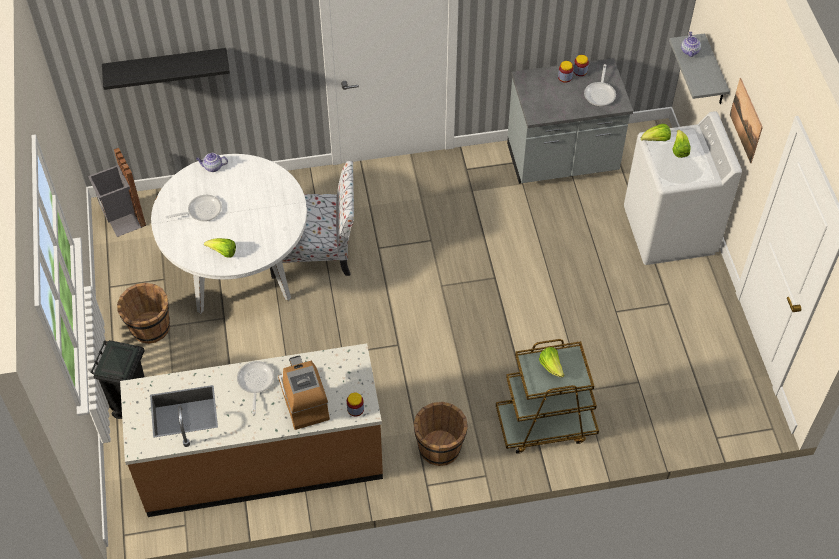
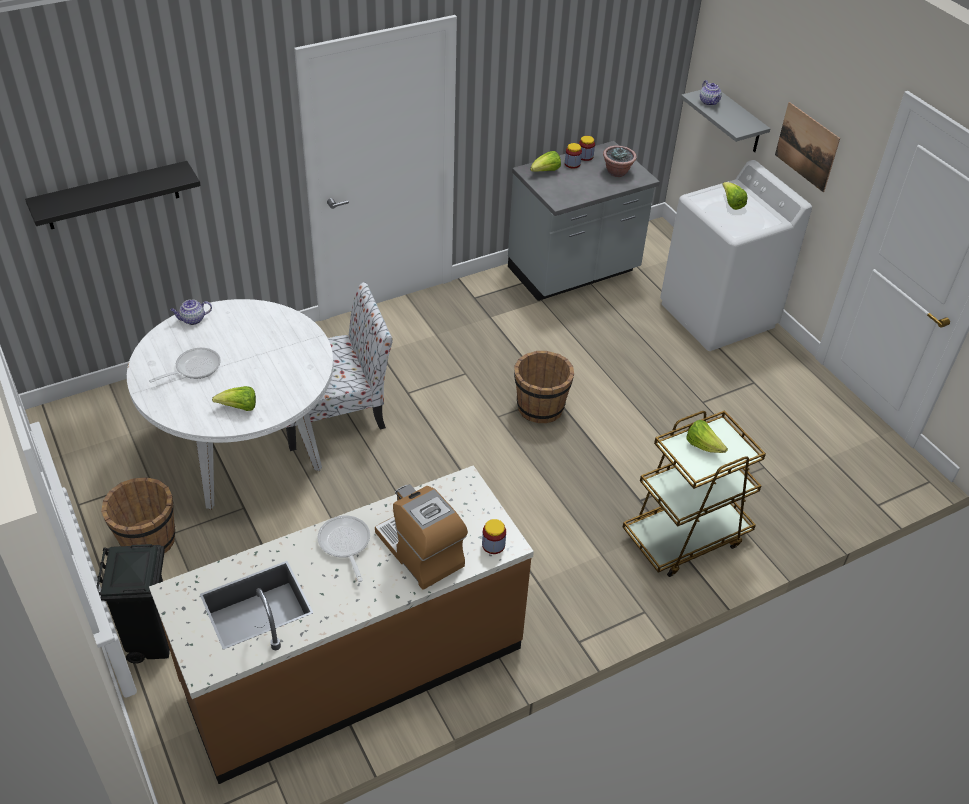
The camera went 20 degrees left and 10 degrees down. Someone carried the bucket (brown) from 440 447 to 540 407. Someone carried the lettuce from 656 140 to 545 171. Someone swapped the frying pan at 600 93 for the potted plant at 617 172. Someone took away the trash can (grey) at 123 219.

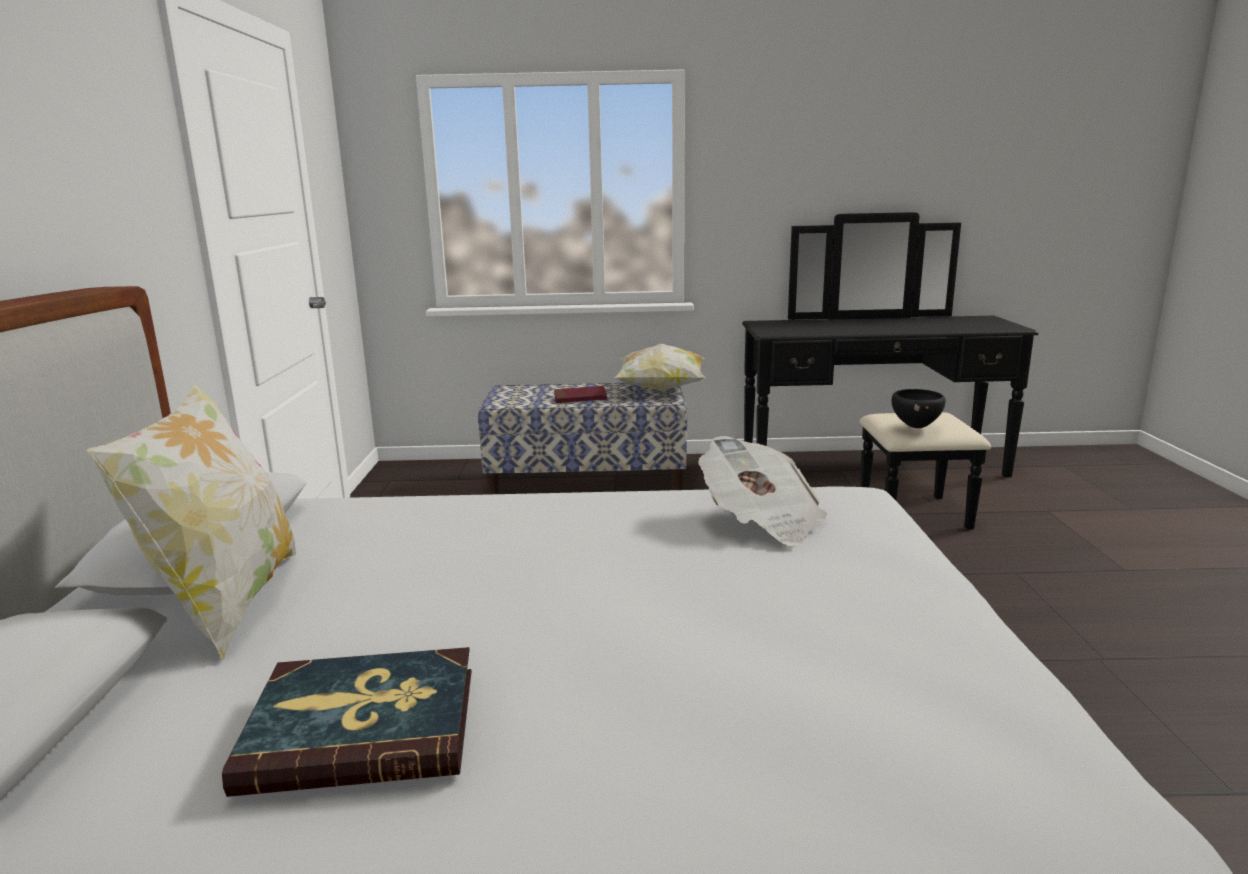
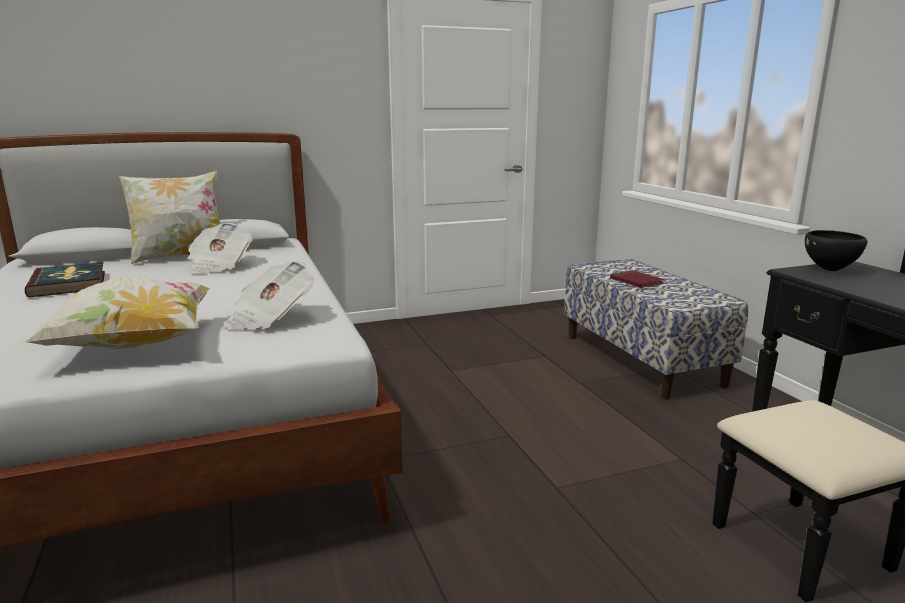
The camera went 70 degrees right and 0 degrees up. Someone carried the pillow from 661 389 to 135 345. Someone put down the newspaper at 219 266. Someone carried the bowl (black) from 916 427 to 830 270.

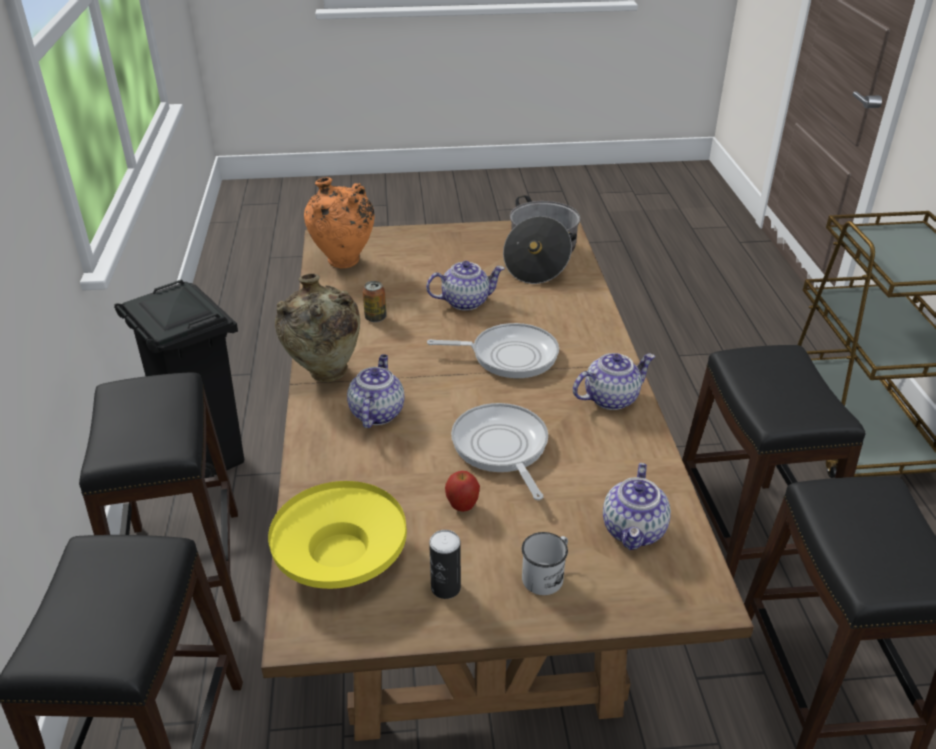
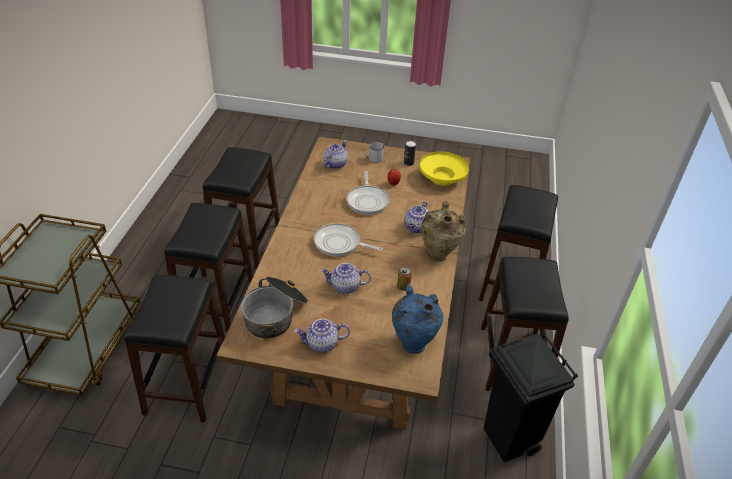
The camera went 165 degrees left and 5 degrees up. Someone put down the stool (black) at 186 382. Someone carried the teapot from 611 398 to 322 344. Someone repainted the vase (orange) at 344 264, which became the vase (blue) at 413 343.

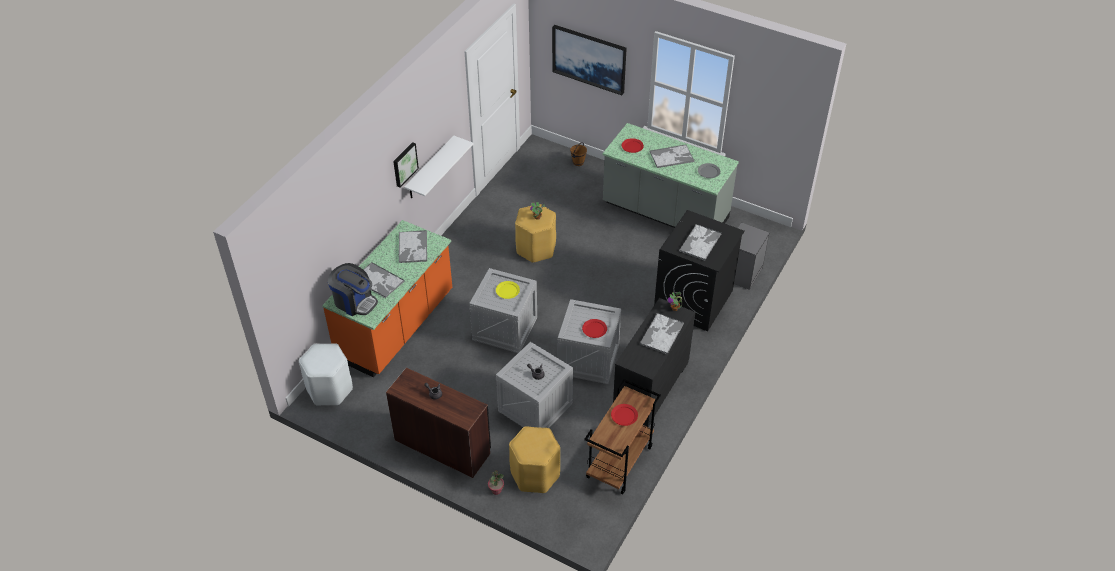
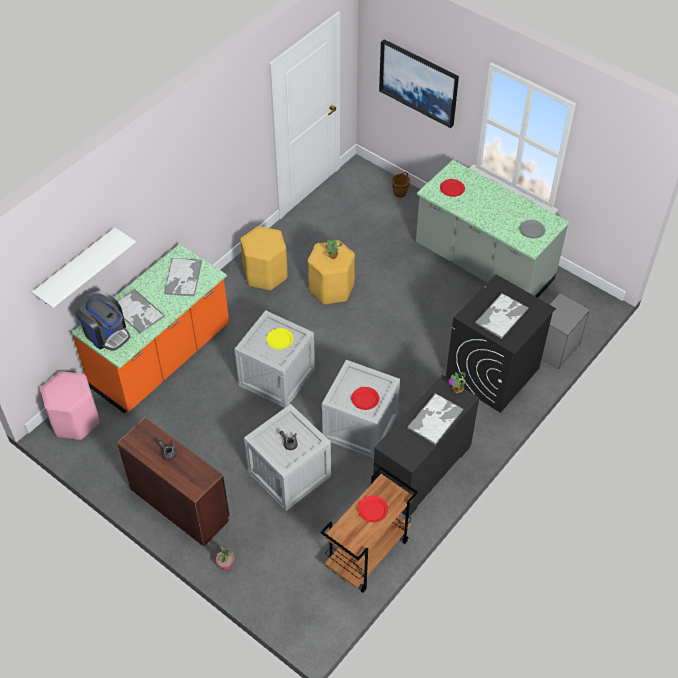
The camera went 10 degrees right and 5 degrees up. Someone carried the shelf (white) from 430 168 to 76 267. Someone repainted the stool (white) at 329 389, which became the stool (pink) at 75 420. Someone carried the stool (yellow) from 535 474 to 265 274. Someone took away the picture at 404 164. Someone took away the tray at 672 157.

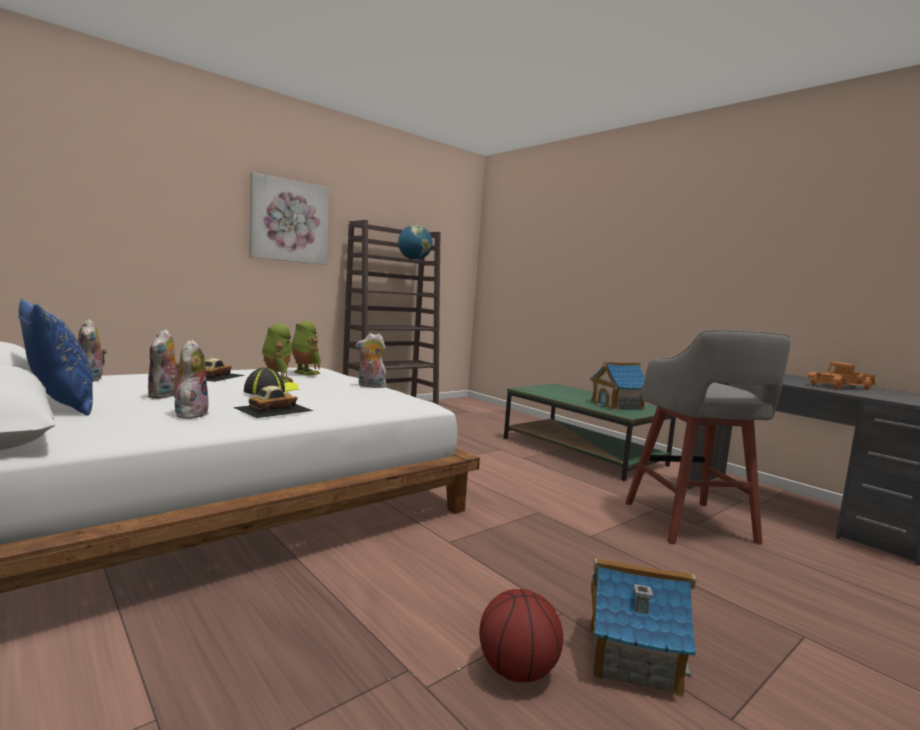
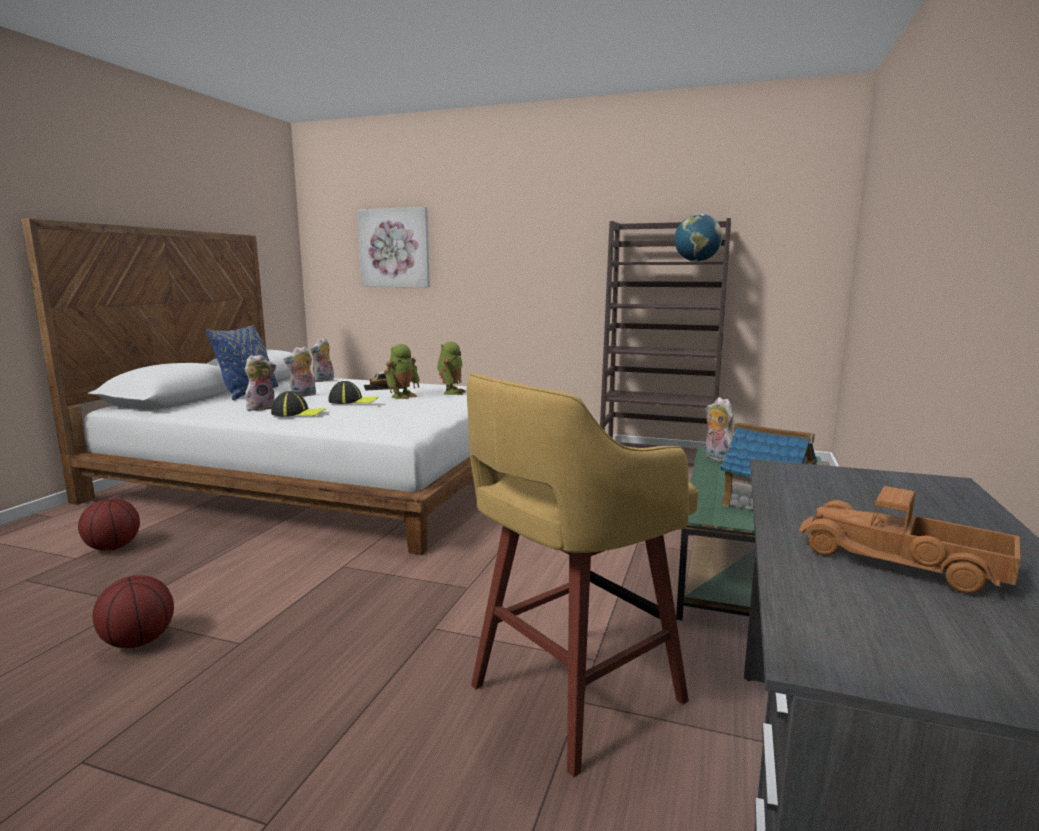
The camera went 60 degrees right and 5 degrees up. Someone put down the basketball at 113 547. Someone swapped the toy car at 273 409 for the cap at 298 413. Someone carried the picture from 289 221 to 394 248. Someone repainted the stool (grey) at 690 524, which became the stool (yellow) at 571 696. Someone carried the plush toy from 370 386 to 716 458. Someone took away the toy house at 632 657.

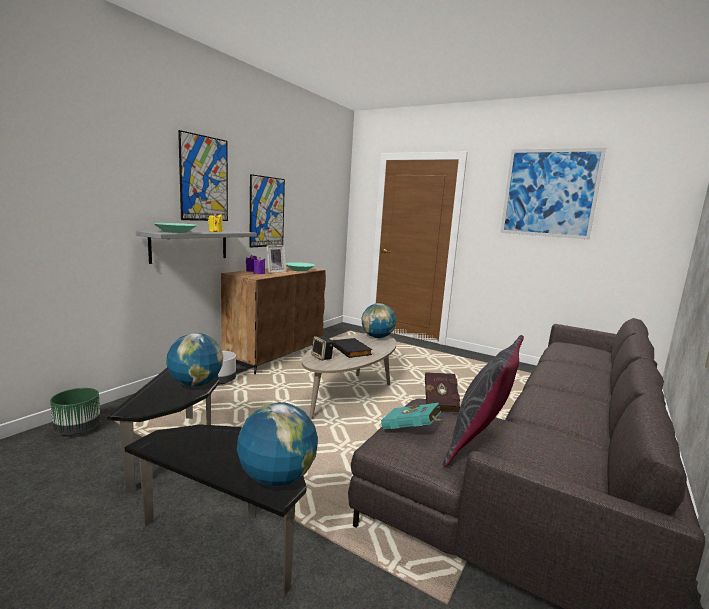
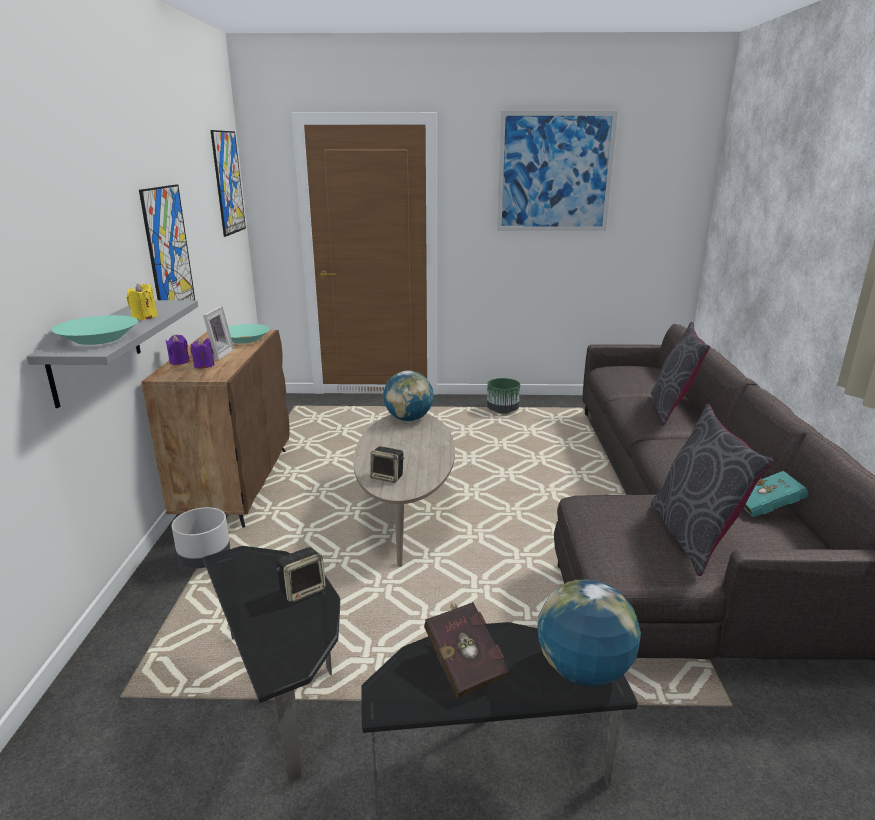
The camera went 30 degrees left and 10 degrees up. Someone carried the picture from 204 179 to 228 183. Someone swapped the globe at 195 384 for the speaker at 303 590. Someone carried the book (red) from 440 402 to 464 663. Someone carried the planter (green) from 78 429 to 502 411. Someone put down the pillow (grey) at 671 410. Someone carried the book (turquoise) from 412 430 to 768 508. Someone took away the book (black) at 352 350.

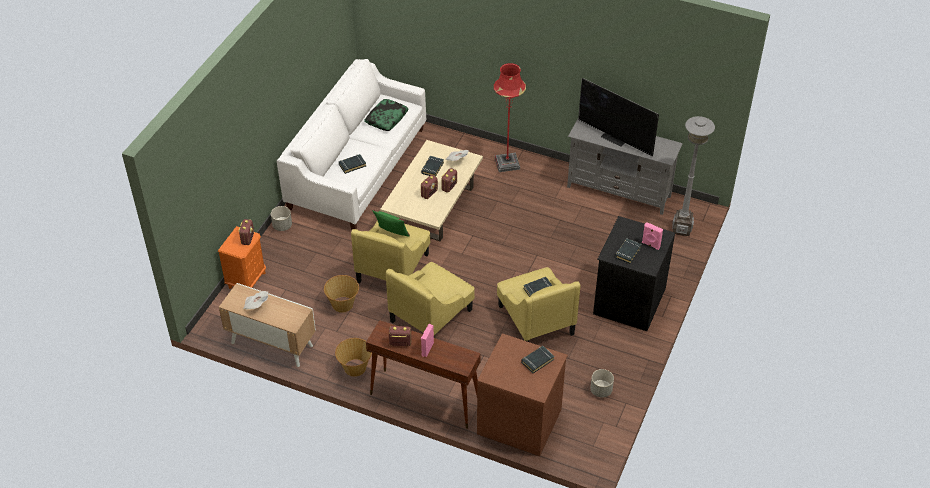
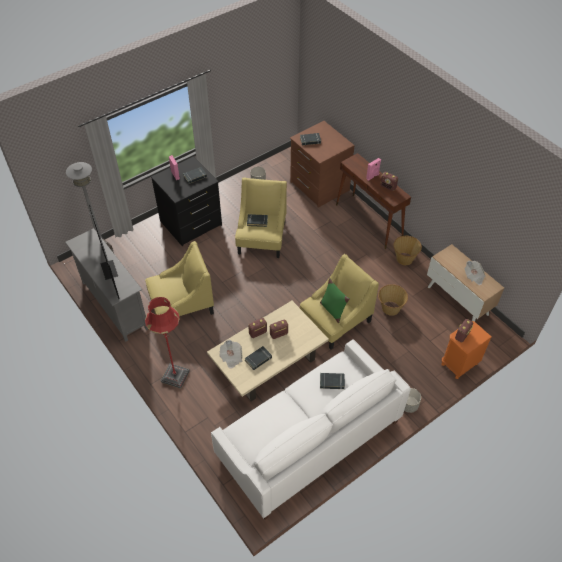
The camera went 150 degrees left and 5 degrees up. Someone carried the armchair (yellow) from 431 315 to 181 305. Someone took away the pillow at 386 118.

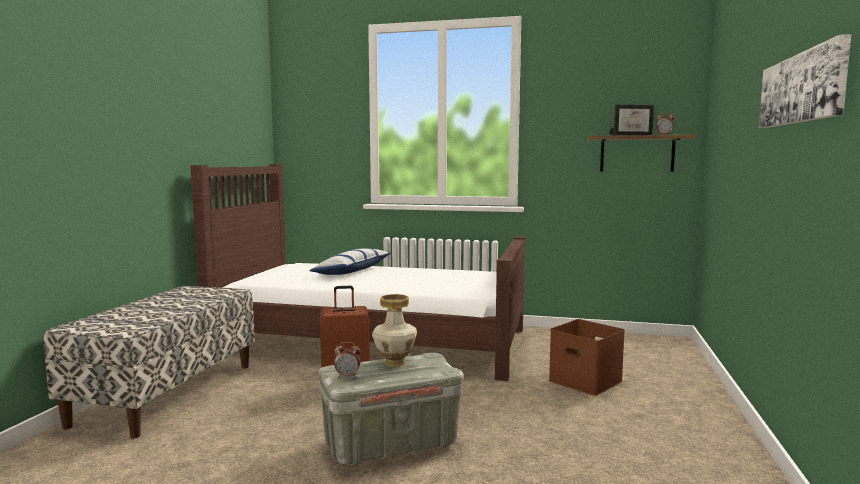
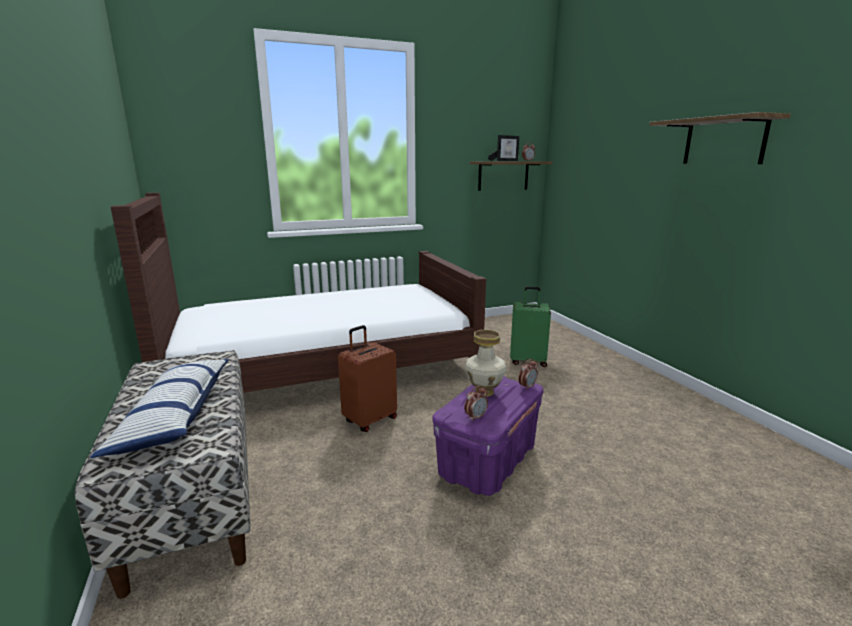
The camera went 35 degrees left and 10 degrees up. Someone carried the pillow from 352 271 to 174 417. Someone repainted the storage box (grey) at 392 443, which became the storage box (purple) at 488 460. Someone swapped the storage box (brown) at 587 381 for the suitcase (green) at 528 361. Someone put down the alarm clock at 527 387. Someone swapped the picture at 802 88 for the shelf at 724 141.

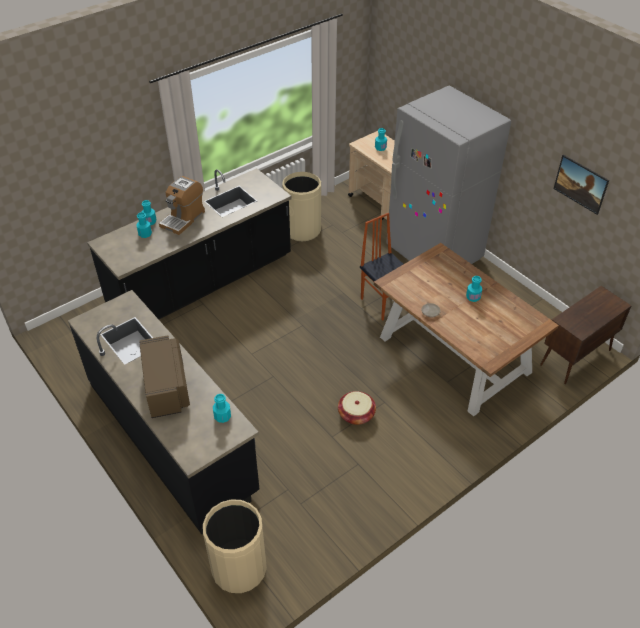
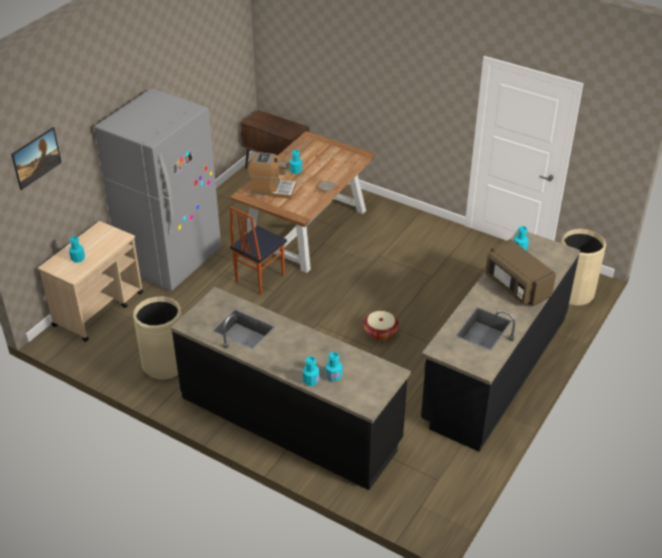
The camera went 110 degrees left and 5 degrees down. Someone carried the picture from 578 192 to 38 167. Someone carried the coffee machine from 183 218 to 272 189. Someone carried the basket from 356 414 to 380 332. Someone rotated the microwave (brown) at 167 388 by 90 degrees counterclockwise.

